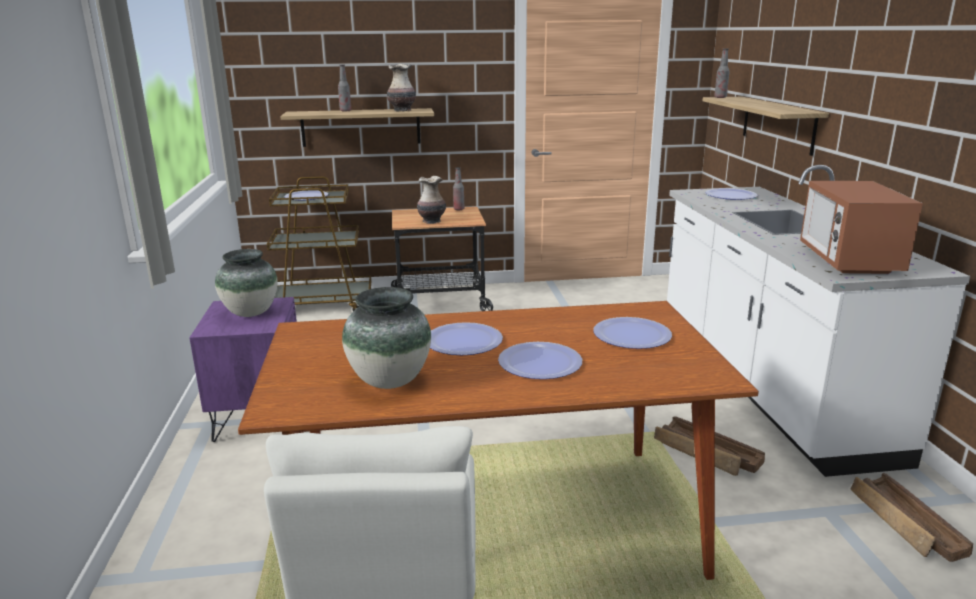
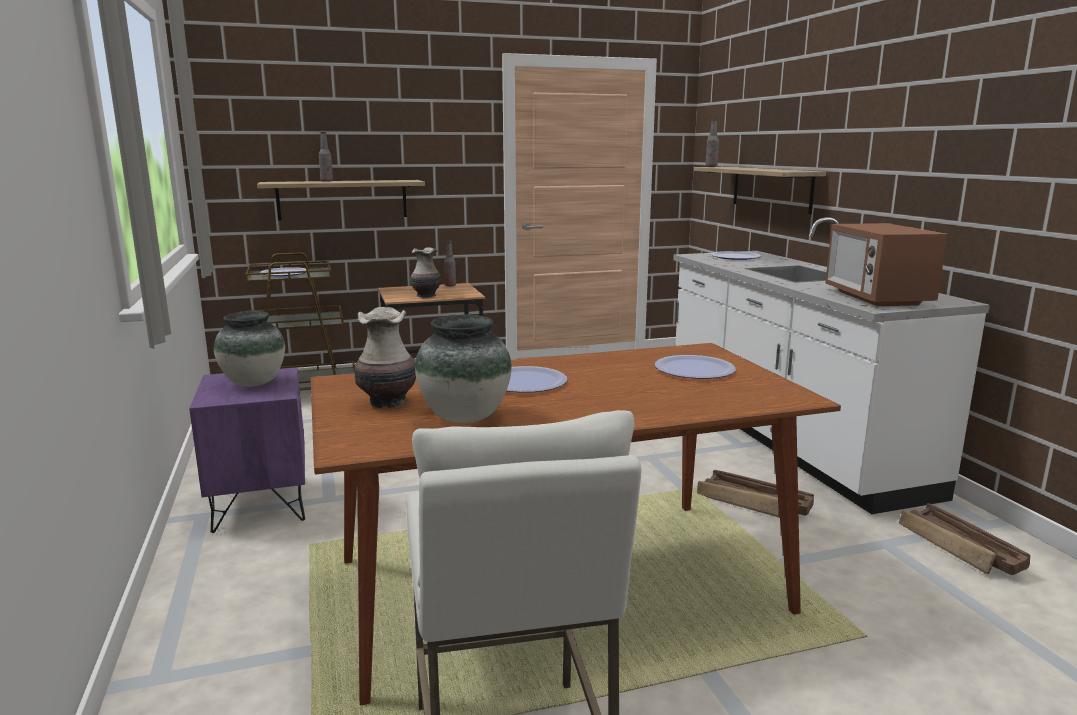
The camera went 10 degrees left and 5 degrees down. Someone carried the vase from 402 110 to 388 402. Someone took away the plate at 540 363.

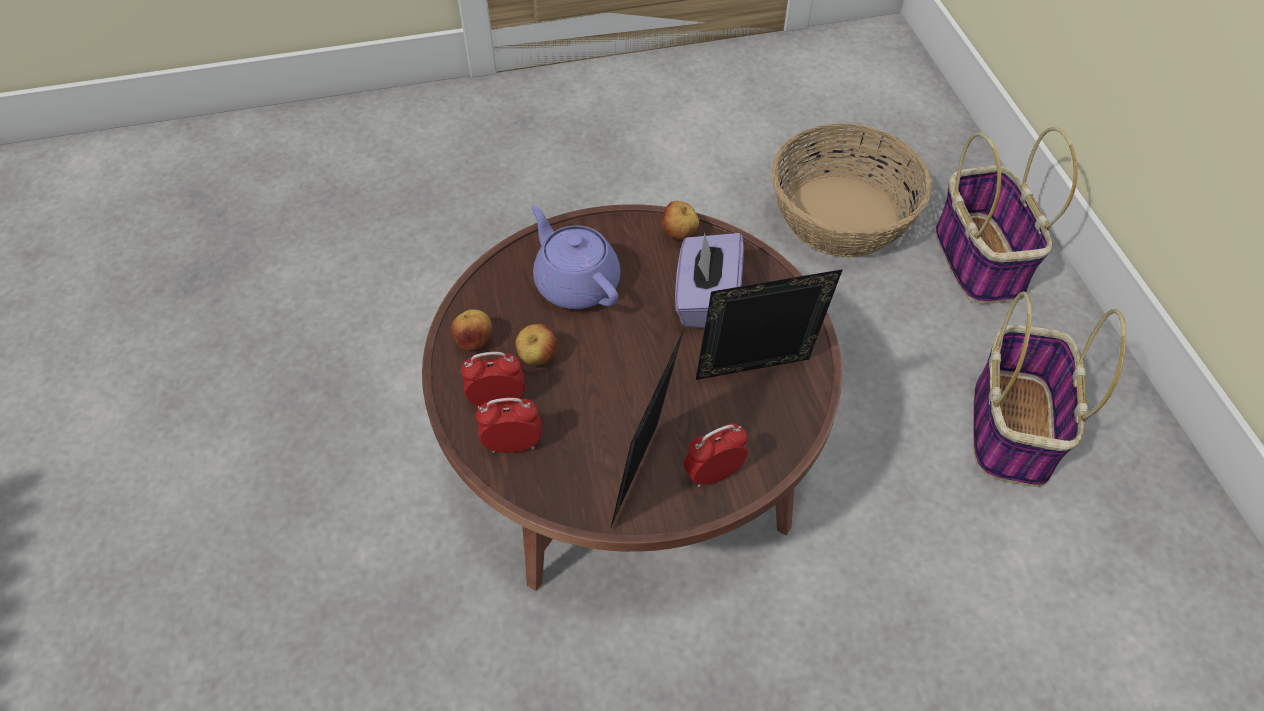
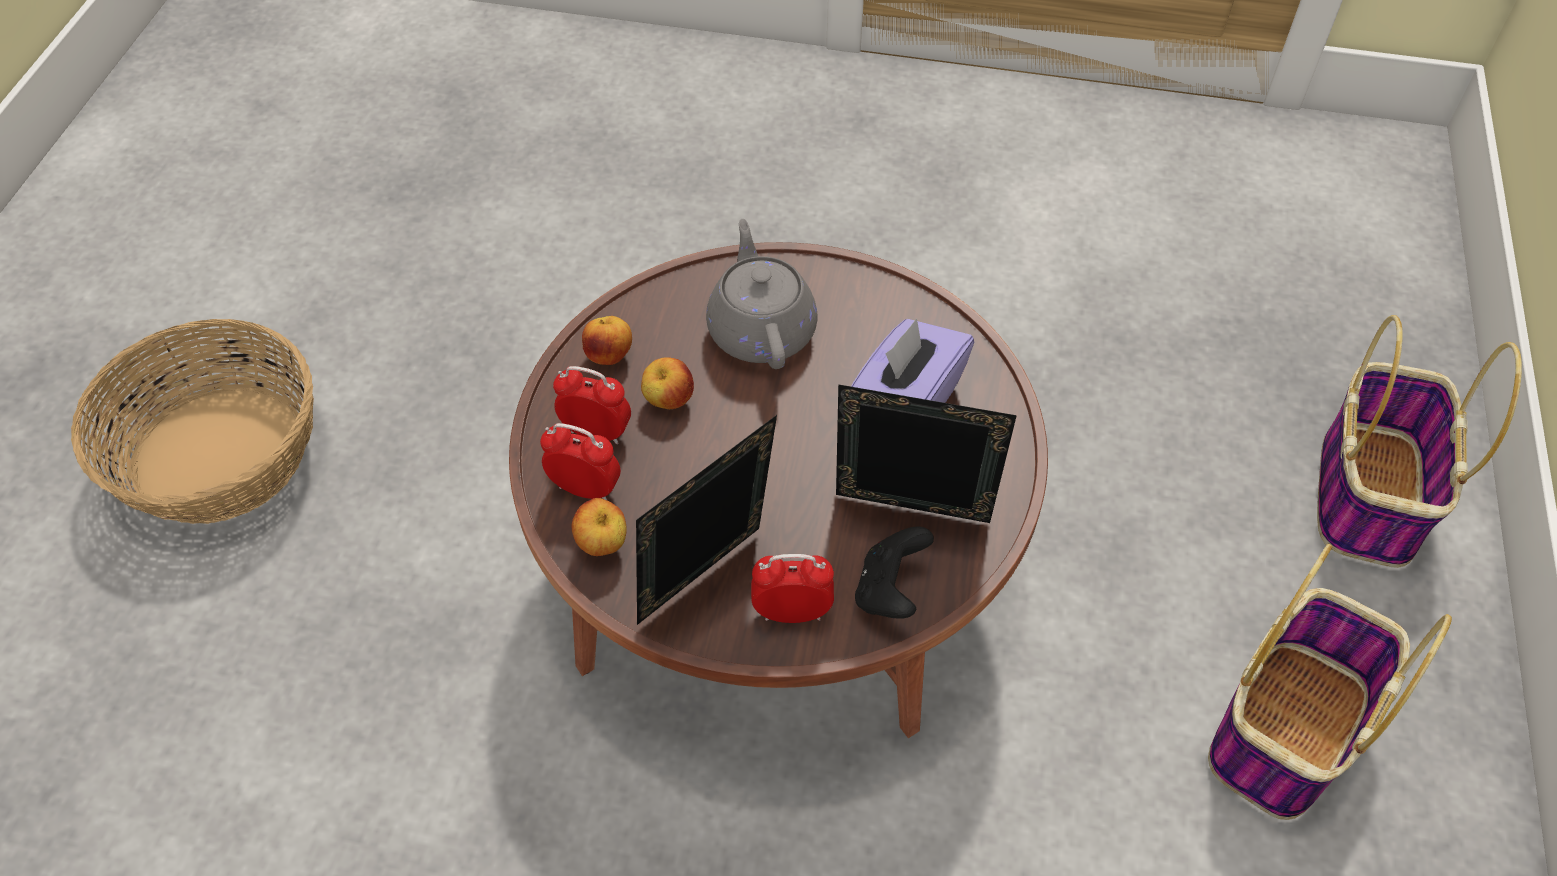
The camera went 25 degrees right and 0 degrees up. Someone carried the basket from 840 215 to 220 453. Someone carried the apple from 679 234 to 603 544. Someone repainted the teapot (purple) at 576 283, which became the teapot (grey) at 761 329. Someone put down the game controller (black) at 890 590.

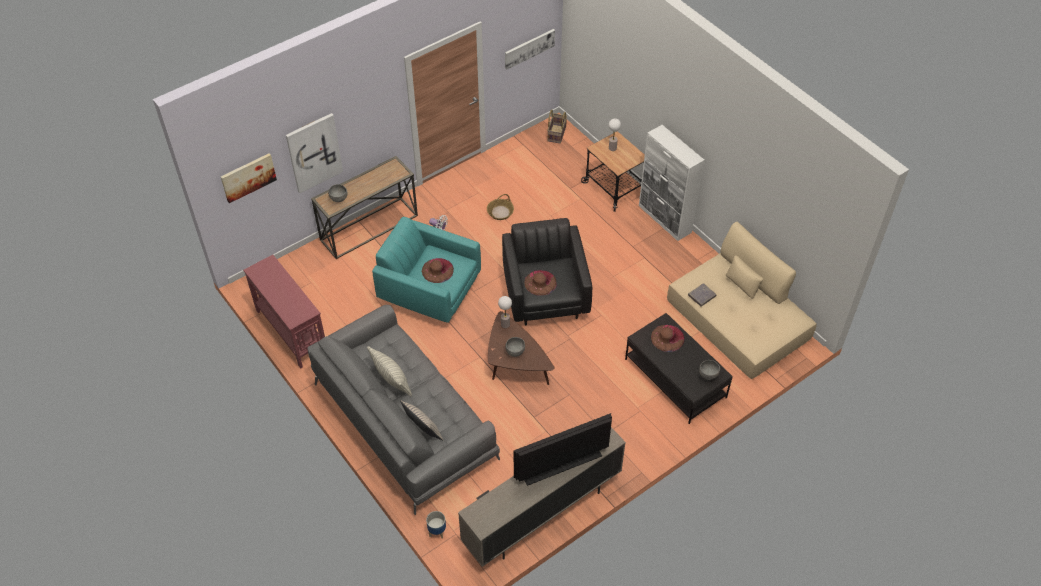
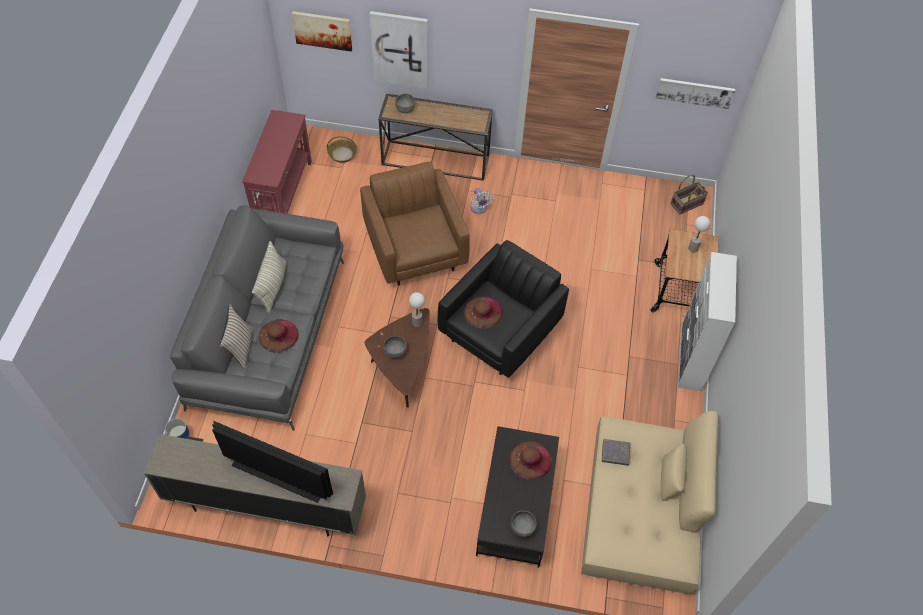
The camera went 45 degrees right and 5 degrees up. Someone carried the hat (brown) from 437 270 to 278 335. Someone carried the basket from 500 212 to 342 154. Someone repainted the armchair (turquoise) at 429 292, which became the armchair (brown) at 415 249.

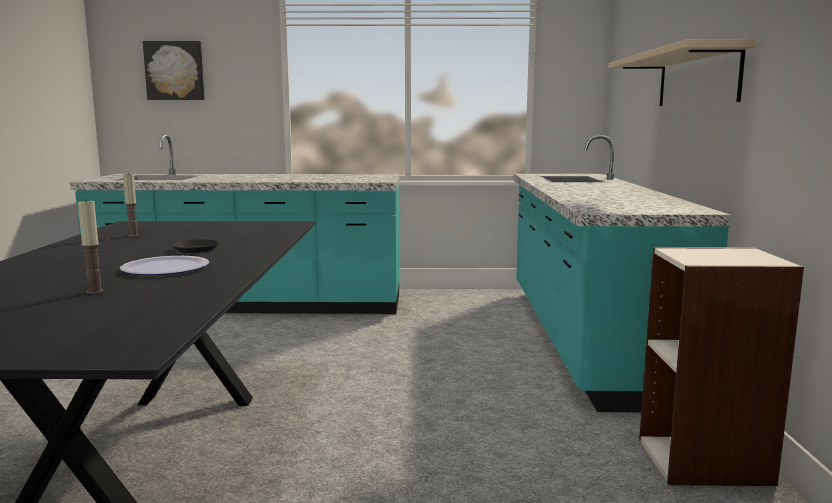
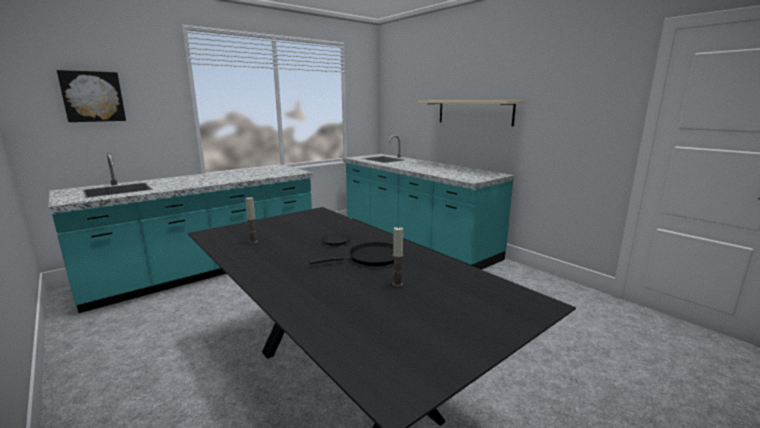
The camera went 40 degrees left and 5 degrees up. Someone swapped the plate at 165 268 for the frying pan (black) at 371 258. Someone took away the bookcase at 705 461.

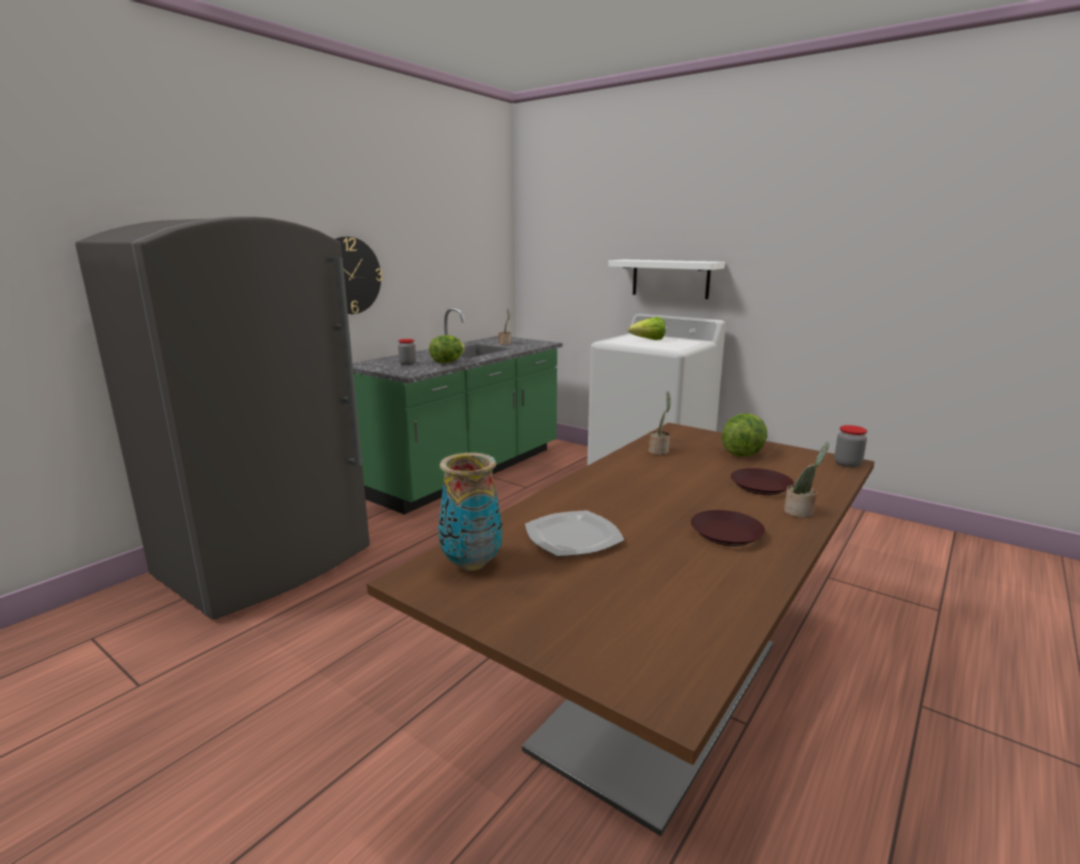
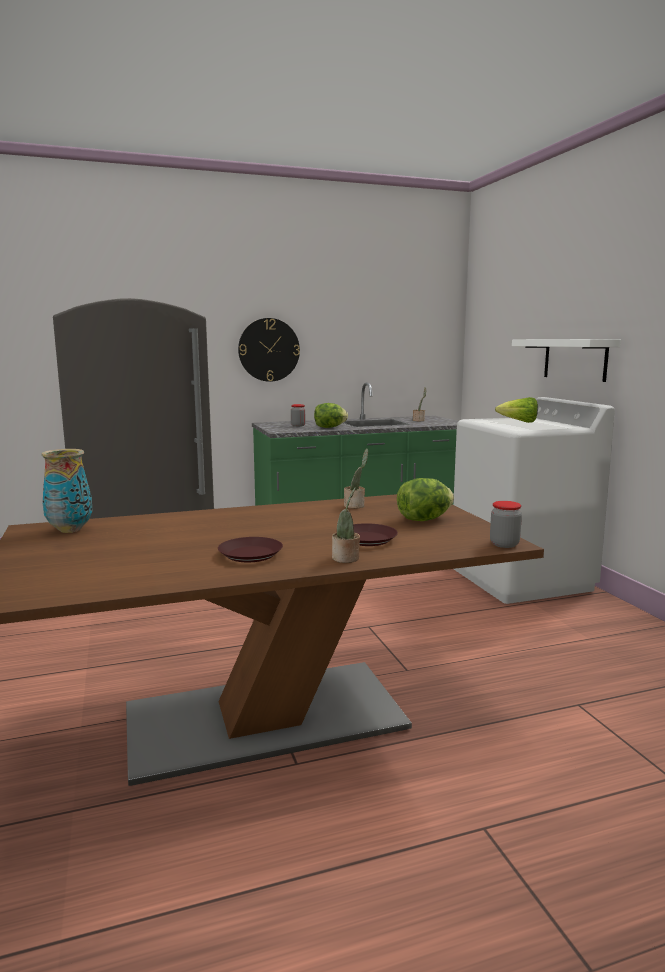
The camera went 35 degrees right and 5 degrees down. Someone took away the plate at 572 536.

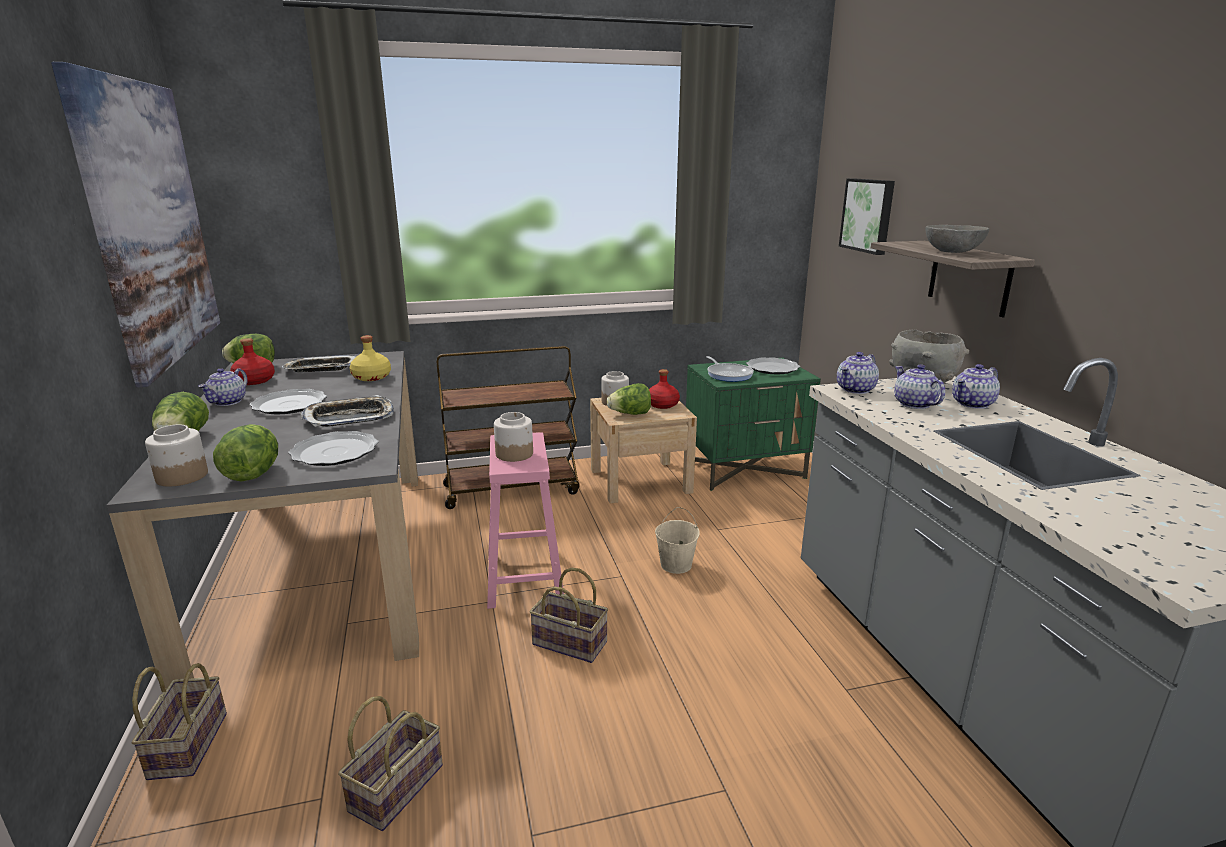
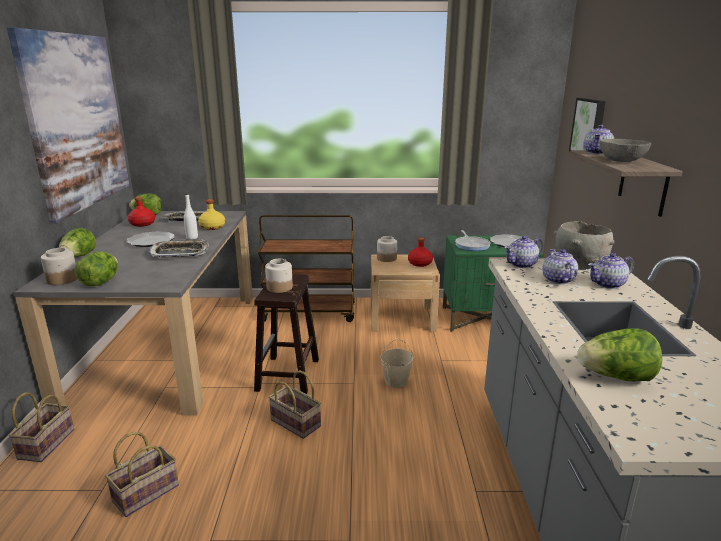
The camera went 15 degrees right and 0 degrees up. Someone put down the bottle (white) at 192 238. Someone repainted the stool (pink) at 525 579, which became the stool (brown) at 288 375. Someone carried the lettuce from 630 414 to 616 377. Someone carried the teapot from 228 402 to 597 153. Someone took away the plate at 335 452.

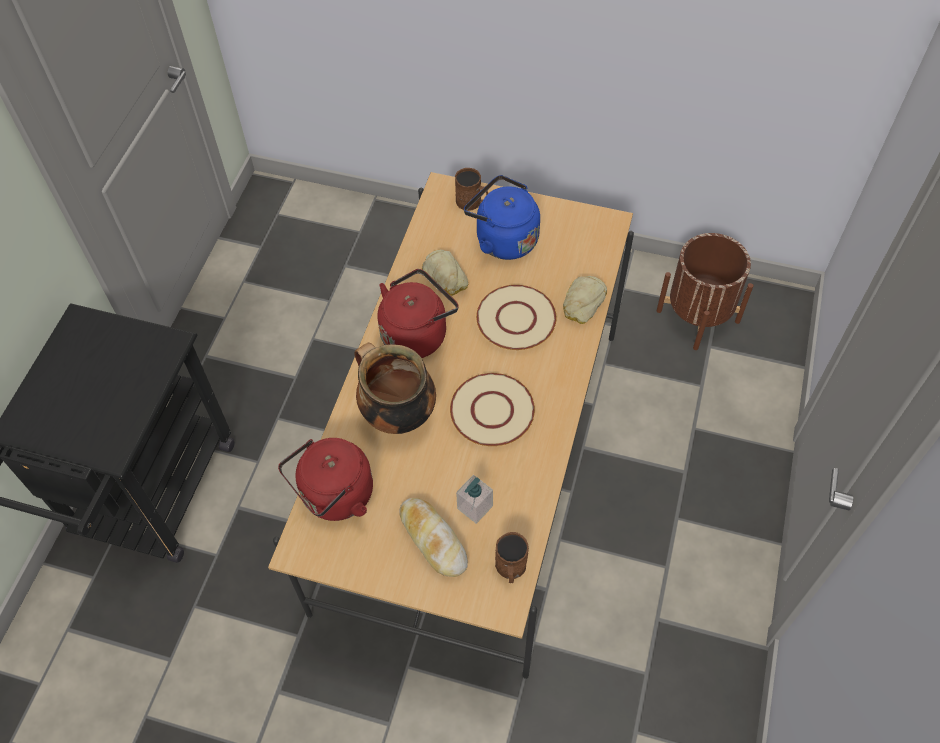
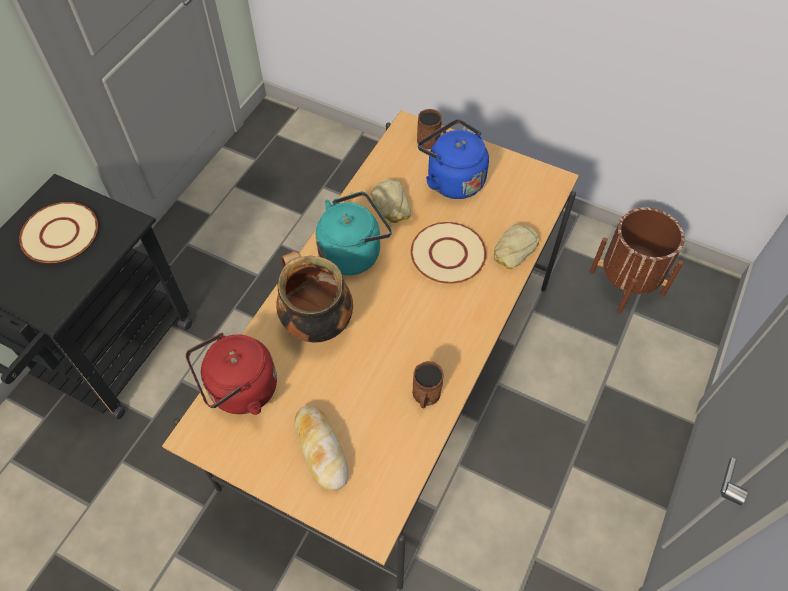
The camera went 10 degrees right and 0 degrees up. Someone carried the plate (beige) from 492 410 to 60 233. Someone repainted the kettle (red) at 417 333, which became the kettle (turquoise) at 353 252. Someone carried the mug (brown) from 511 568 to 425 396. Someone took away the soap dispenser at 474 507.

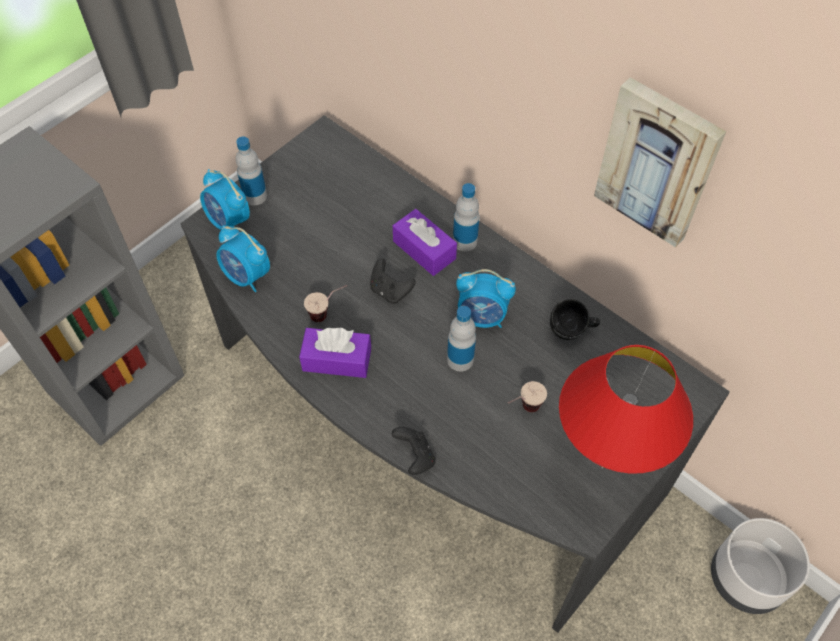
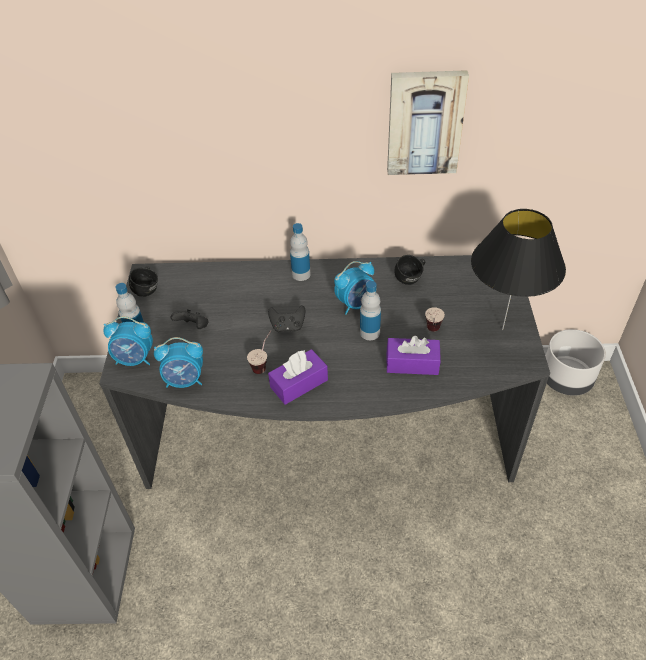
The camera went 40 degrees left and 10 degrees down. Someone put down the mug (black) at 148 289. Someone carried the game controller (black) from 415 457 to 193 327. Someone carried the tissue box (purple) from 424 250 to 412 363. Someone repainted the table lamp (red) at 602 467, which became the table lamp (black) at 502 329.

